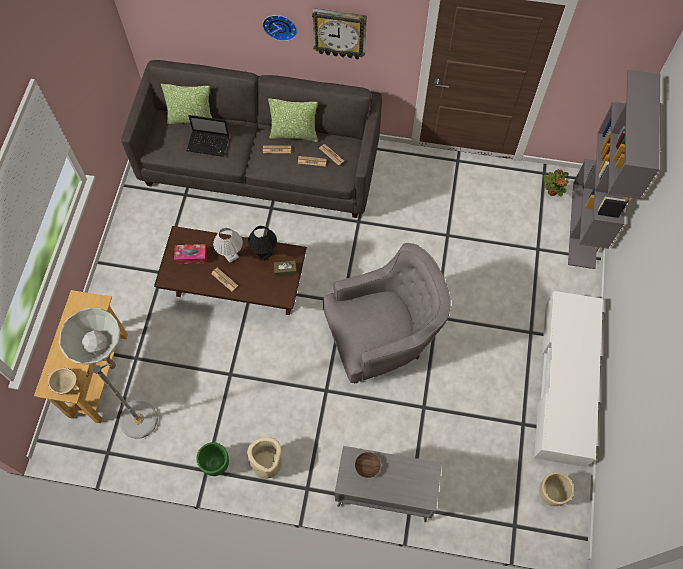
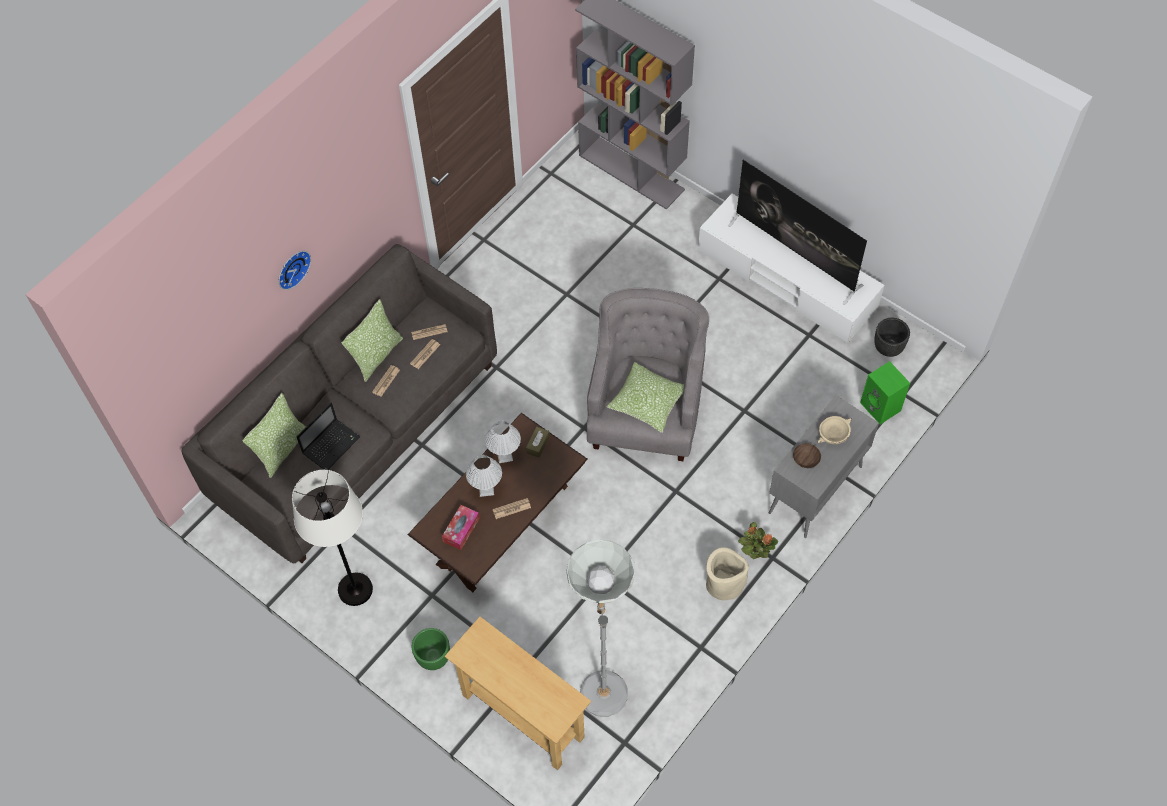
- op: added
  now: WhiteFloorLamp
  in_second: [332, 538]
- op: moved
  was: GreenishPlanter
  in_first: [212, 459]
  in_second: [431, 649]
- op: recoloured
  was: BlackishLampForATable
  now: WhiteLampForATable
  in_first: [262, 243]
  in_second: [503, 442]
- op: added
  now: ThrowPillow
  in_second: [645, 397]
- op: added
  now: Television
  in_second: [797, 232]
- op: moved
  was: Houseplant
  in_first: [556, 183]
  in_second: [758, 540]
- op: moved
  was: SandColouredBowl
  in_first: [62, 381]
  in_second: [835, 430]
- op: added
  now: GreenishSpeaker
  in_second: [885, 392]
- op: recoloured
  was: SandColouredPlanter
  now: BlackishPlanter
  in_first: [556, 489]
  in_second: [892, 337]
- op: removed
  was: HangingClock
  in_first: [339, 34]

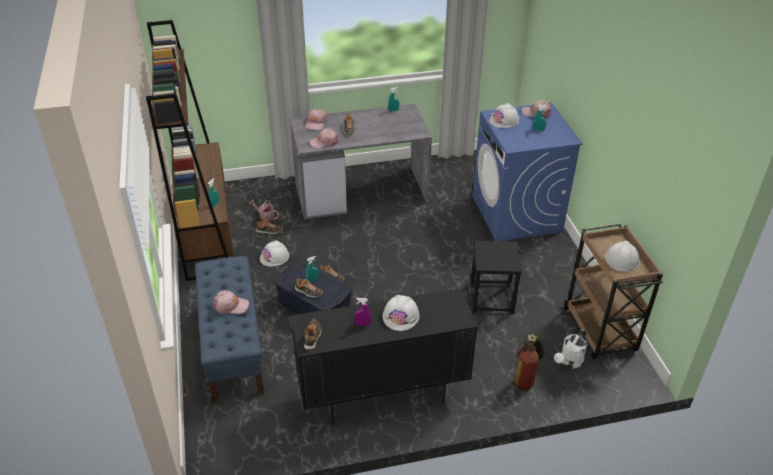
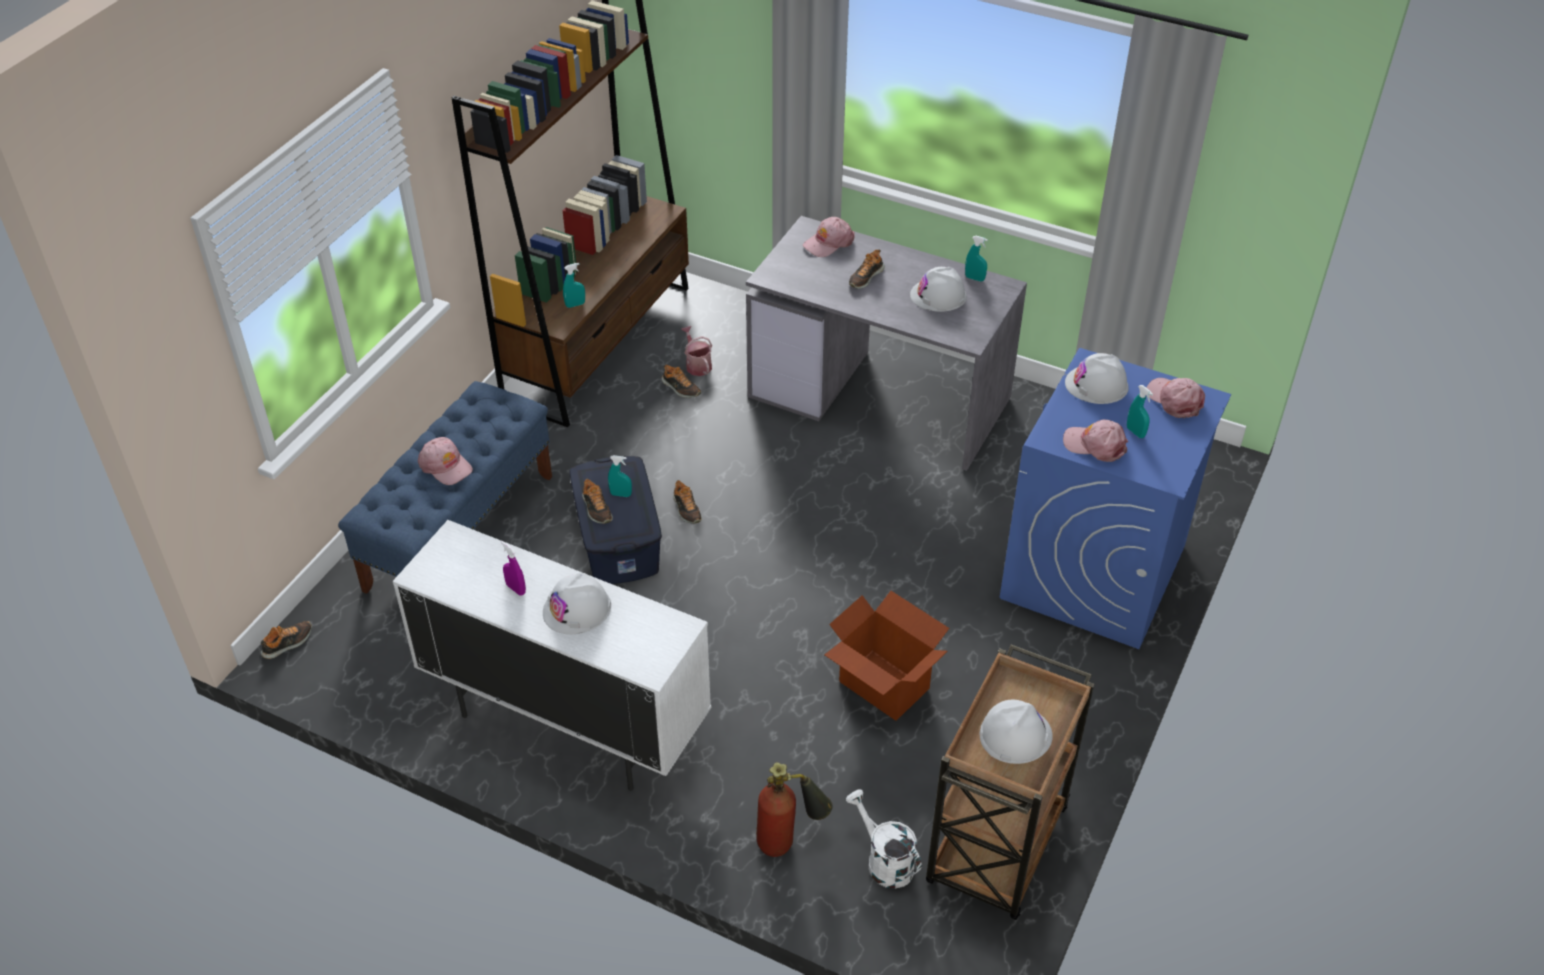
- op: moved
  was: Shoe
  in_first: [313, 334]
  in_second: [286, 640]
- op: recoloured
  was: BlackishCabinet
  now: WhiteCabinet
  in_first: [384, 356]
  in_second: [552, 655]
- op: replaced
  was: BlackishSittingStool
  now: PackingBox
  in_first: [496, 277]
  in_second: [886, 656]
- op: turned
  was: WhiteWateringCan
  in_first: [570, 348]
  in_second: [884, 839]
  clockwise: 60
- op: moved
  was: WhiteWorkHelmet
  in_first: [275, 253]
  in_second: [938, 289]
- op: moved
  was: PinkColouredPeakedCap
  in_first: [324, 138]
  in_second: [1095, 441]

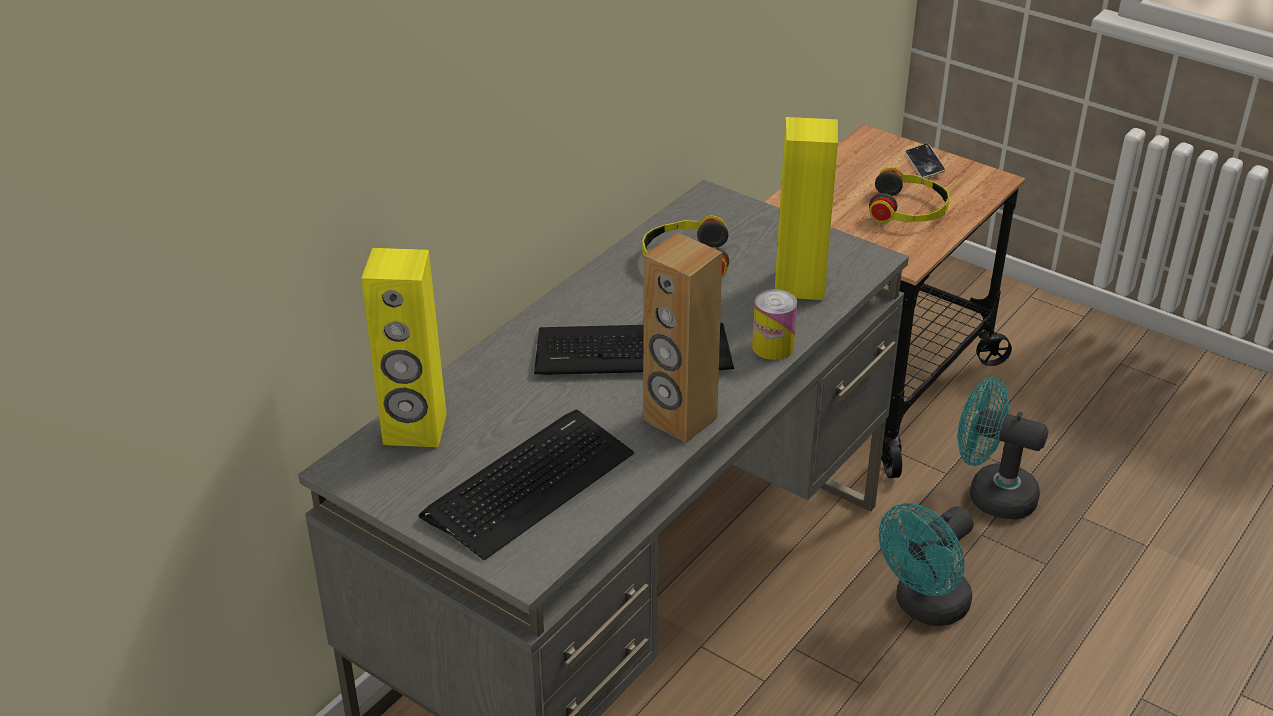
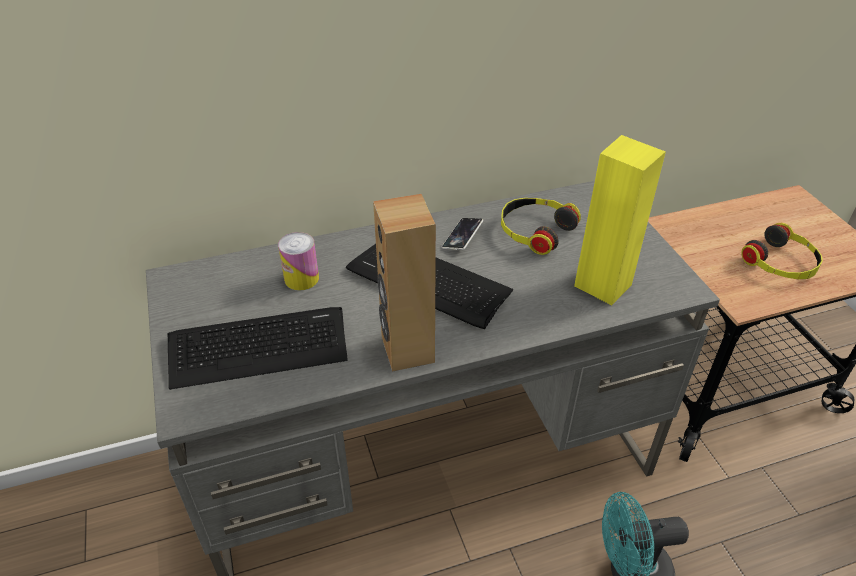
- op: moved
  was: MetalCan
  in_first: [774, 324]
  in_second: [298, 261]
- op: moved
  was: Phone
  in_first: [925, 161]
  in_second: [462, 234]
- op: removed
  was: YellowColouredSpeaker
  in_first: [404, 347]
- op: removed
  was: TurquoiseCoolingFan
  in_first: [1003, 448]

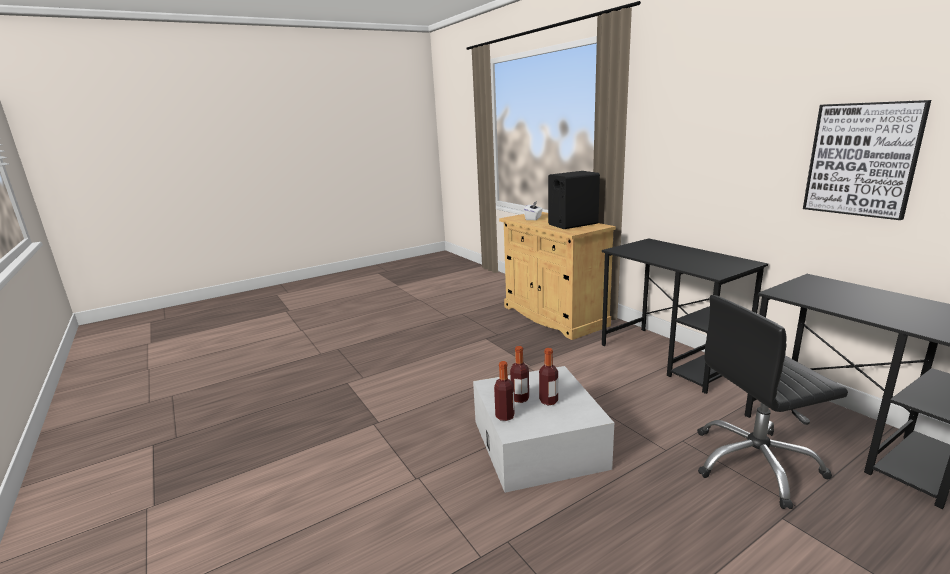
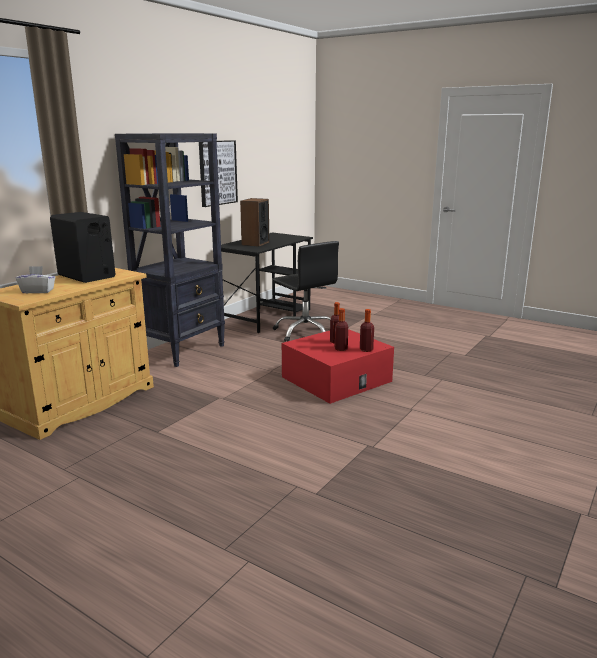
- op: replaced
  was: BlackishDesk
  now: BlackishBookshelf
  in_first: [685, 316]
  in_second: [170, 250]
- op: added
  now: Speaker
  in_second: [254, 222]
- op: recoloured
  was: WhiteStorageBox
  now: RedStorageBox
  in_first: [543, 429]
  in_second: [338, 366]

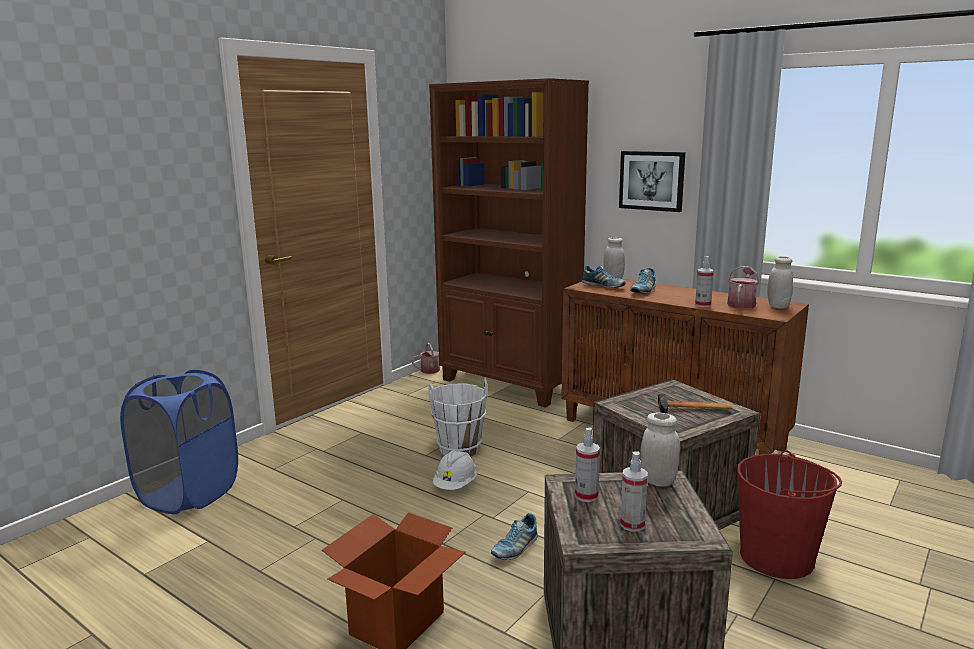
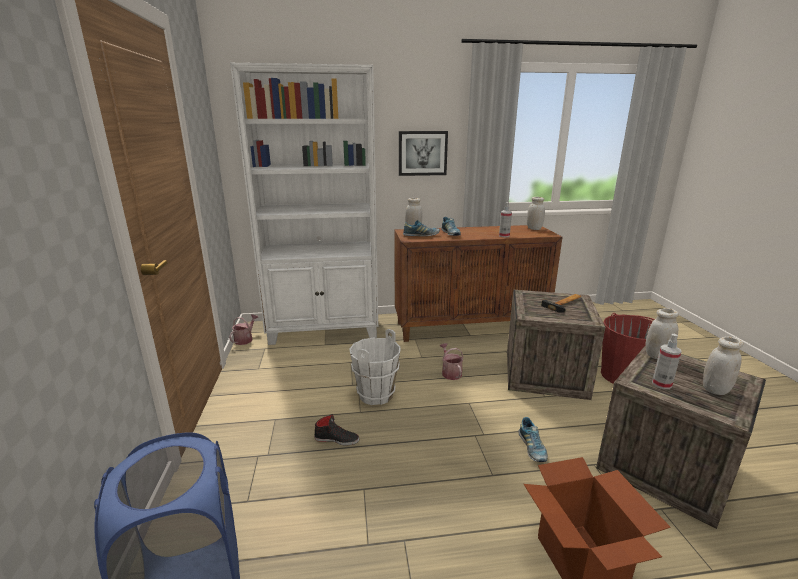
- op: recoloured
  was: BrownBookshelf
  now: WhiteBookshelf
  in_first: [509, 242]
  in_second: [304, 204]
- op: added
  now: BlackishShoe
  in_second: [336, 430]
- op: moved
  was: WateringCan
  in_first: [743, 287]
  in_second: [452, 361]
- op: replaced
  was: Sprayer
  now: WhitePreserveJar
  in_first: [634, 491]
  in_second: [723, 365]
- op: removed
  was: WhiteWorkHelmet
  in_first: [455, 470]

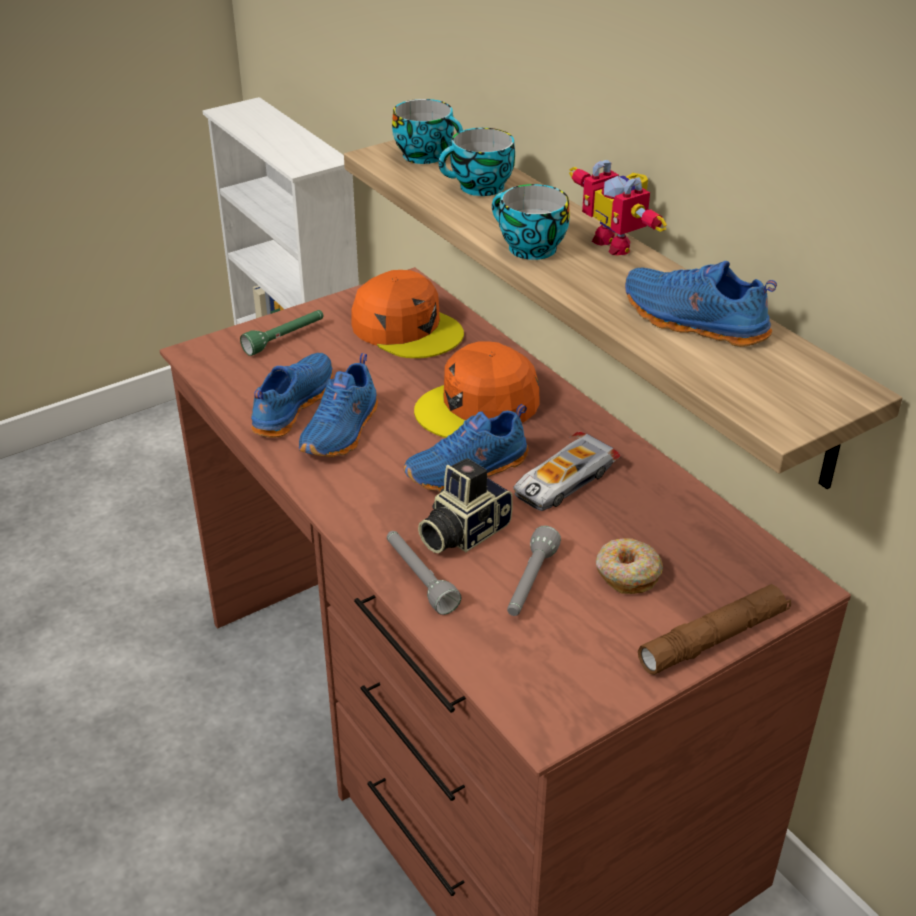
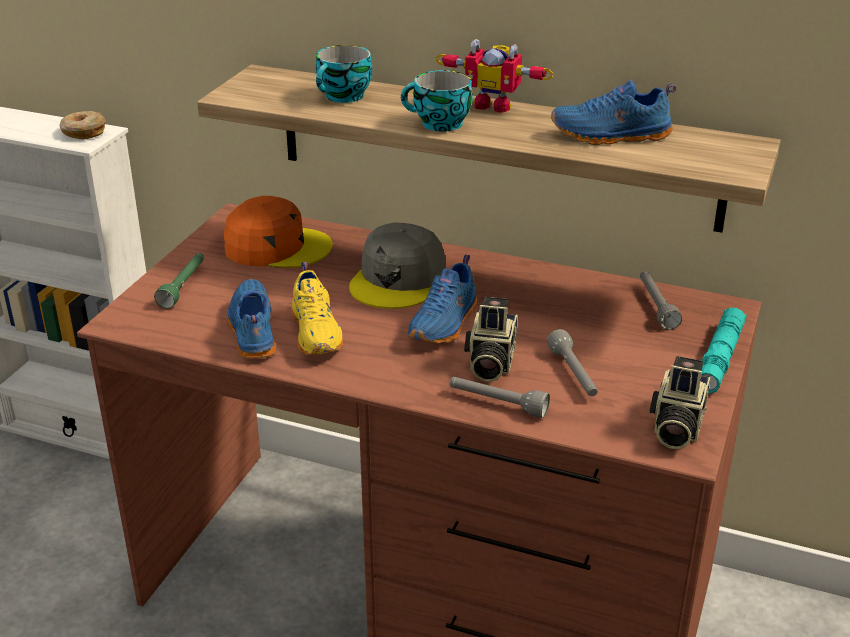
- op: moved
  was: Donut
  in_first: [629, 566]
  in_second: [83, 125]
- op: recoloured
  was: BlueColouredShoe
  now: YellowColouredShoe
  in_first: [338, 405]
  in_second: [317, 309]
- op: recoloured
  was: OrangePeakedCap
  now: GreyPeakedCap
  in_first: [477, 389]
  in_second: [397, 266]
- op: added
  now: GreyHandTorch
  in_second: [661, 300]
- op: added
  now: StillCamera
  in_second: [680, 402]
- op: recoloured
  was: BrownHandTorch
  now: TurquoiseHandTorch
  in_first: [714, 629]
  in_second: [724, 351]
- op: removed
  was: SmallCup
  in_first: [427, 131]
- op: removed
  was: ToyCar
  in_first: [567, 471]

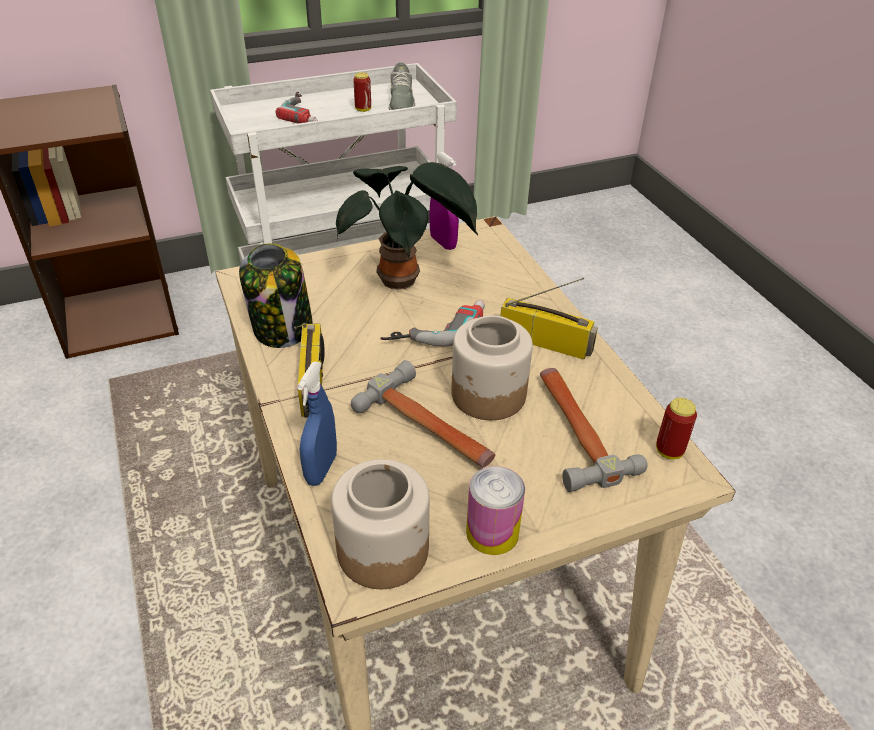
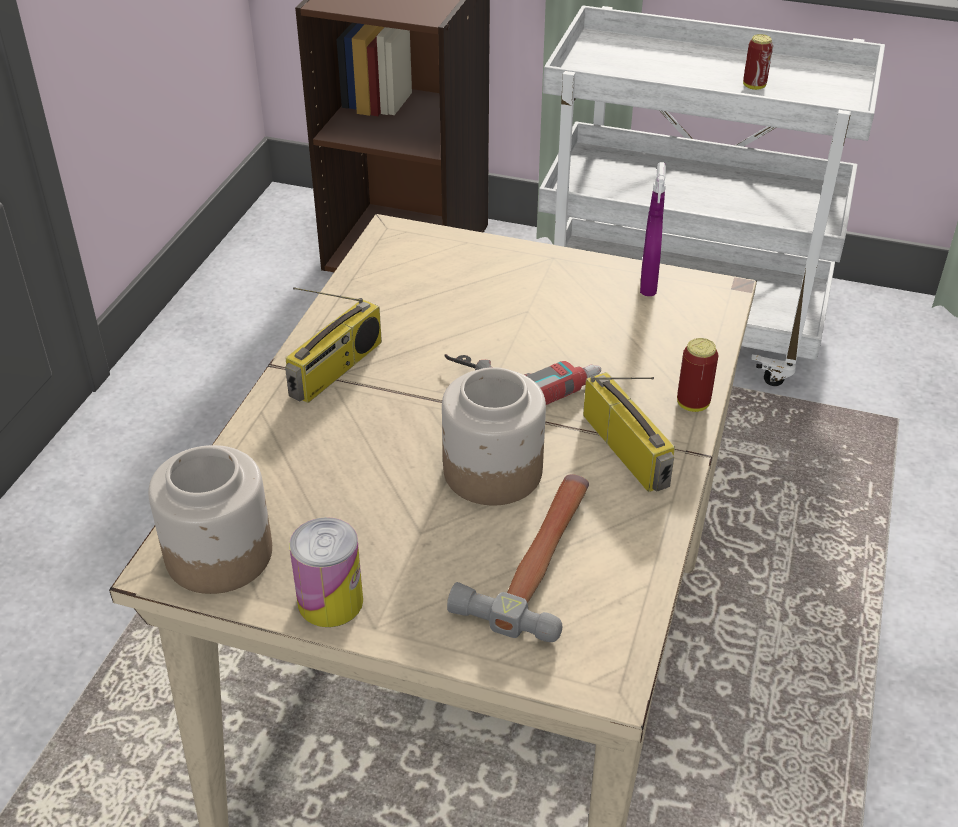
- op: moved
  was: MetalCan
  in_first: [676, 428]
  in_second: [697, 375]
- op: removed
  was: PreserveJar
  in_first: [275, 295]
- op: removed
  was: ElectricDrill
  in_first: [297, 108]
- op: removed
  was: BlueColouredSprayer
  in_first: [317, 424]
- op: removed
  was: Houseplant
  in_first: [407, 226]
- op: removed
  was: HandHammer
  in_first: [423, 413]
- op: removed
  was: GreyShoe
  in_first: [402, 86]

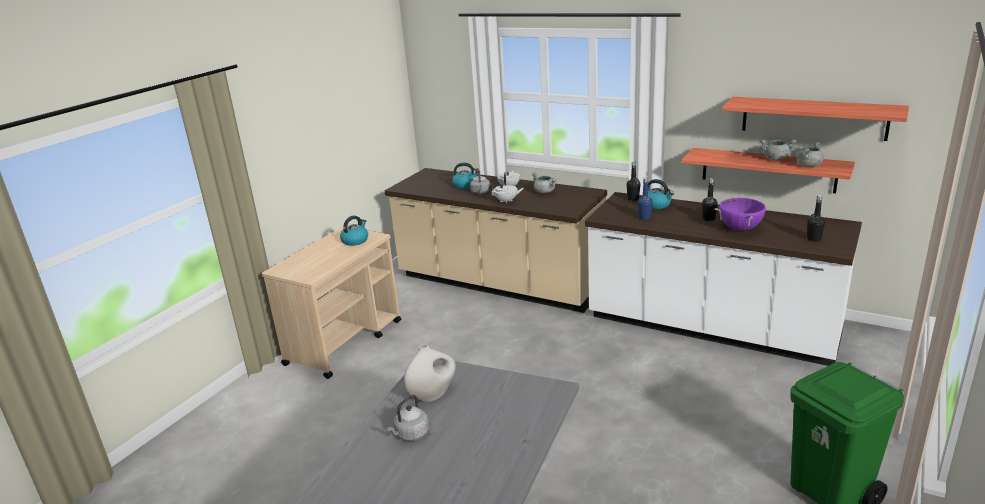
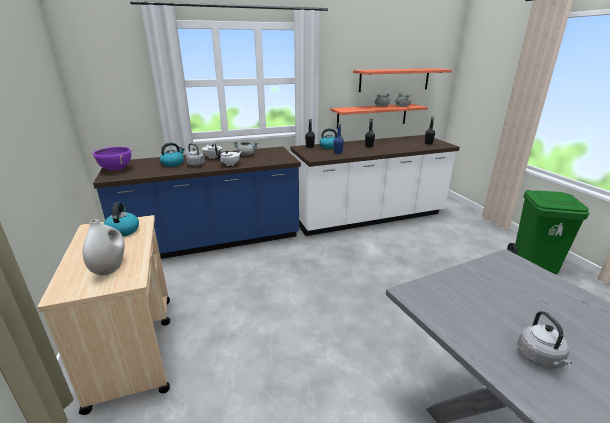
- op: moved
  was: WhiteFlowerVase
  in_first: [430, 373]
  in_second: [104, 247]
- op: moved
  was: PurplishStockpot
  in_first: [742, 214]
  in_second: [111, 159]
- op: recoloured
  was: SandColouredCounter
  now: BlueColouredCounter
  in_first: [496, 240]
  in_second: [197, 203]

